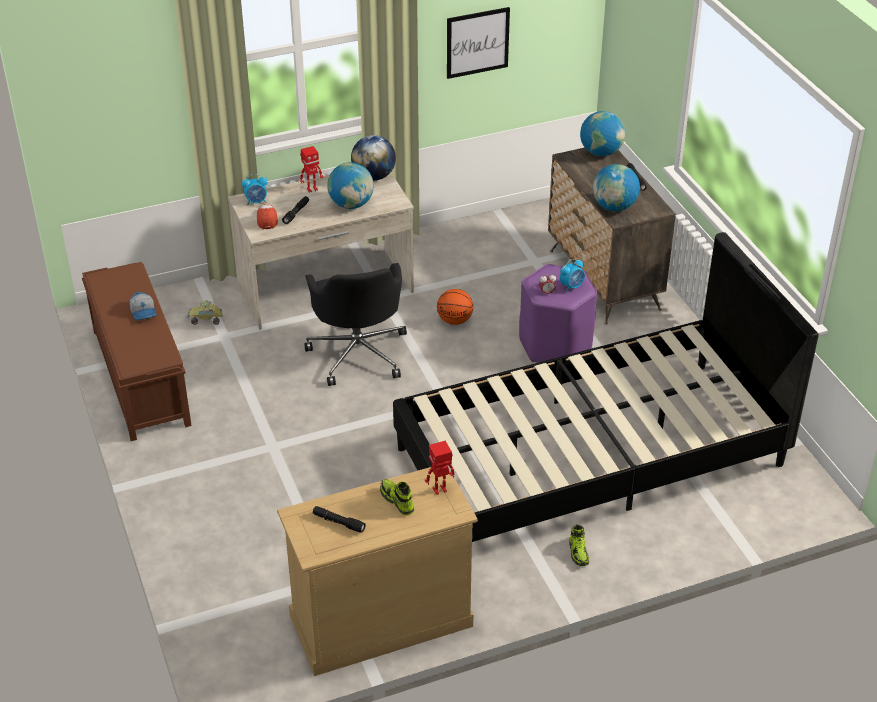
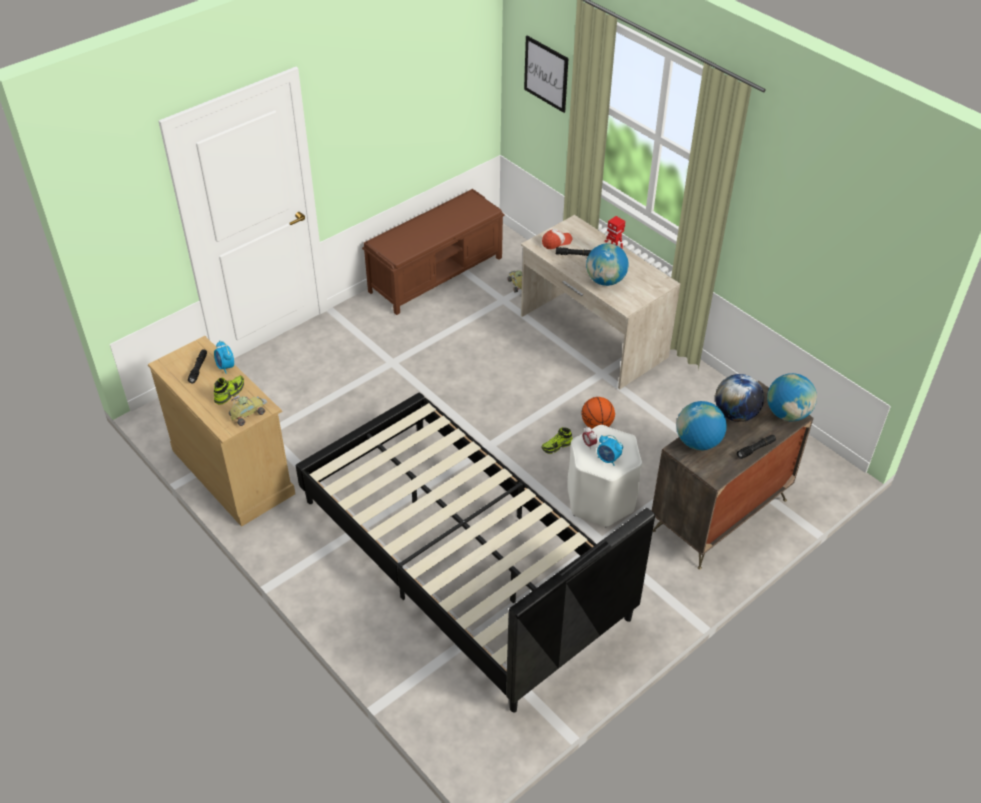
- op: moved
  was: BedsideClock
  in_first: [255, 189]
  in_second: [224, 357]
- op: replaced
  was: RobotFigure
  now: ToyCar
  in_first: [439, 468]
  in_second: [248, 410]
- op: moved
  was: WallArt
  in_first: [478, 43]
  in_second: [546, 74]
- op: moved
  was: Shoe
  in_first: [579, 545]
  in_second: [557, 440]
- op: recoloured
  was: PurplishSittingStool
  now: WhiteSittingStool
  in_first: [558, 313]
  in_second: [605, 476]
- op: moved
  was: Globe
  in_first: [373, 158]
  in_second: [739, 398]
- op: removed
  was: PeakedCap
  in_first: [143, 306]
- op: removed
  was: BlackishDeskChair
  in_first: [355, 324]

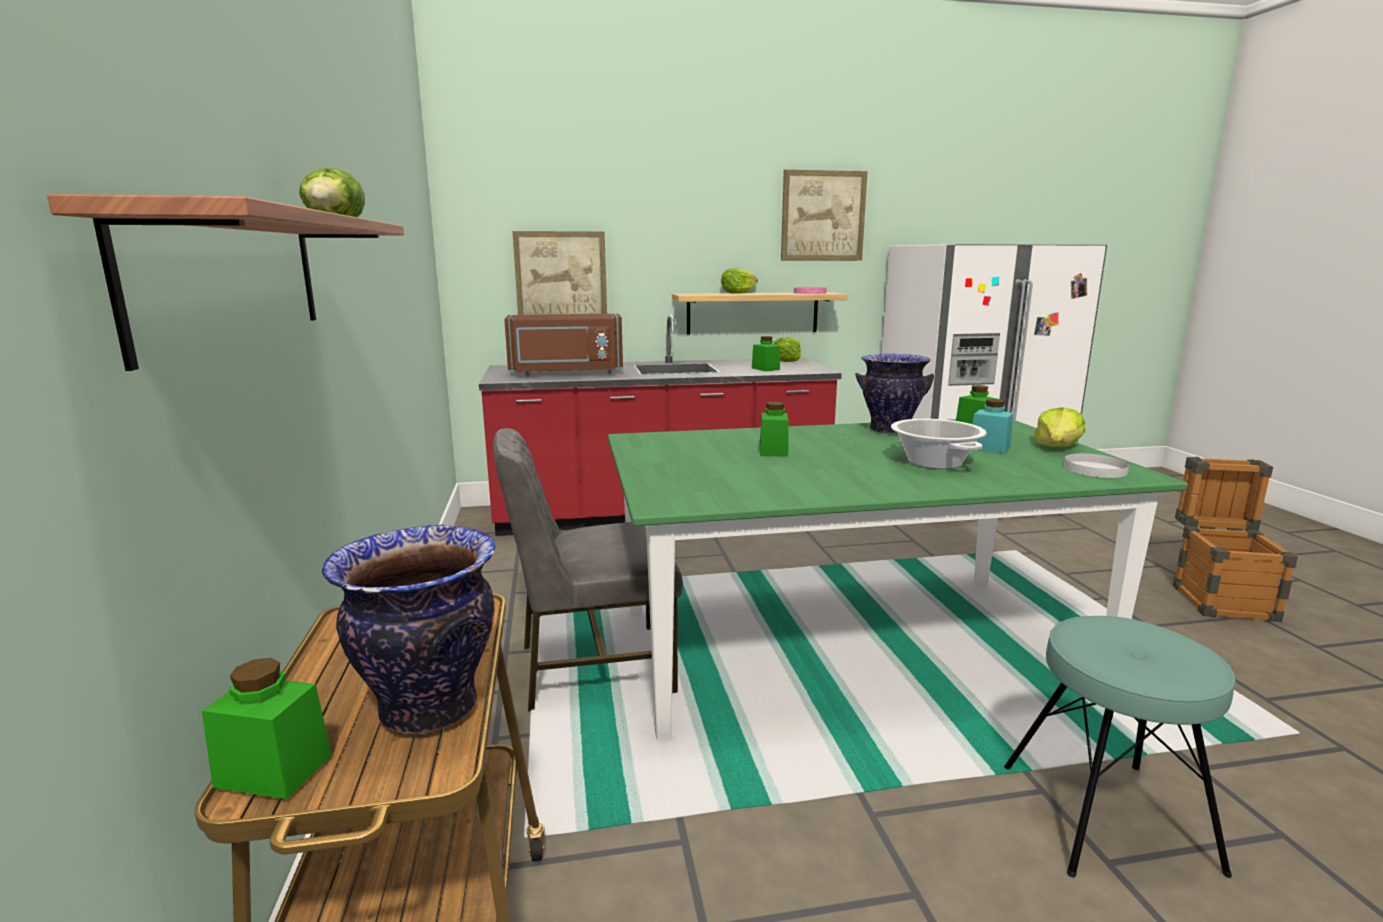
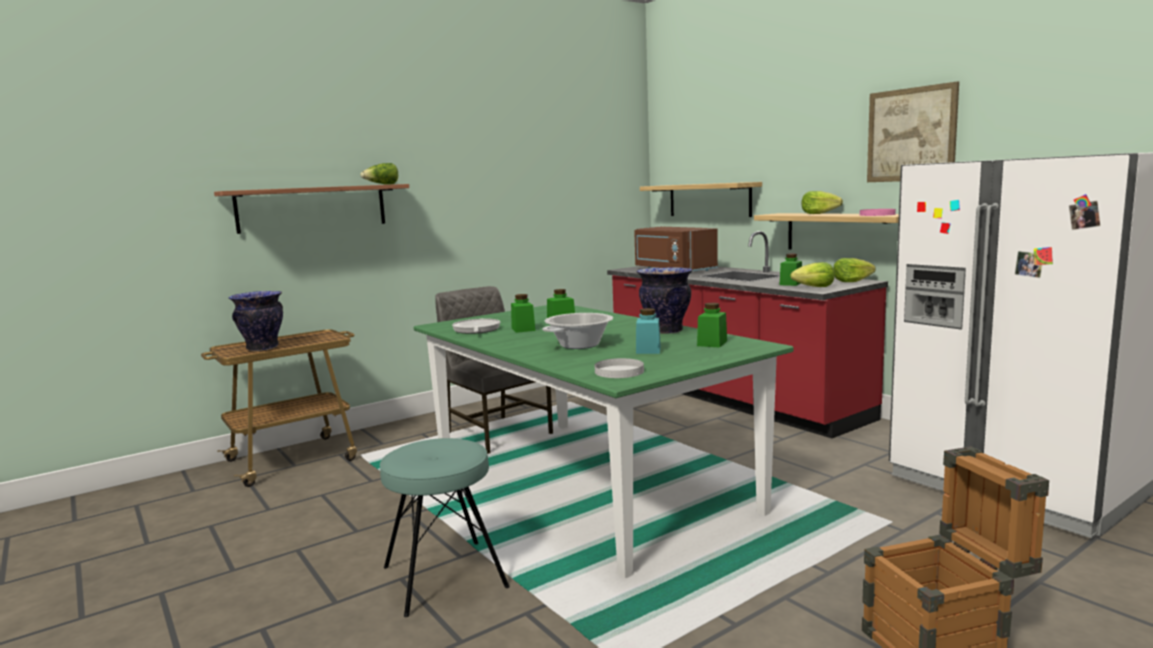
- op: added
  now: Pan
  in_second: [476, 326]
- op: moved
  was: GreenishPreserveJar
  in_first: [267, 728]
  in_second: [523, 313]
- op: replaced
  was: WallArt
  now: Shelf
  in_first: [560, 273]
  in_second: [701, 199]
- op: moved
  was: HeadOfLettuce
  in_first: [1059, 426]
  in_second: [812, 274]

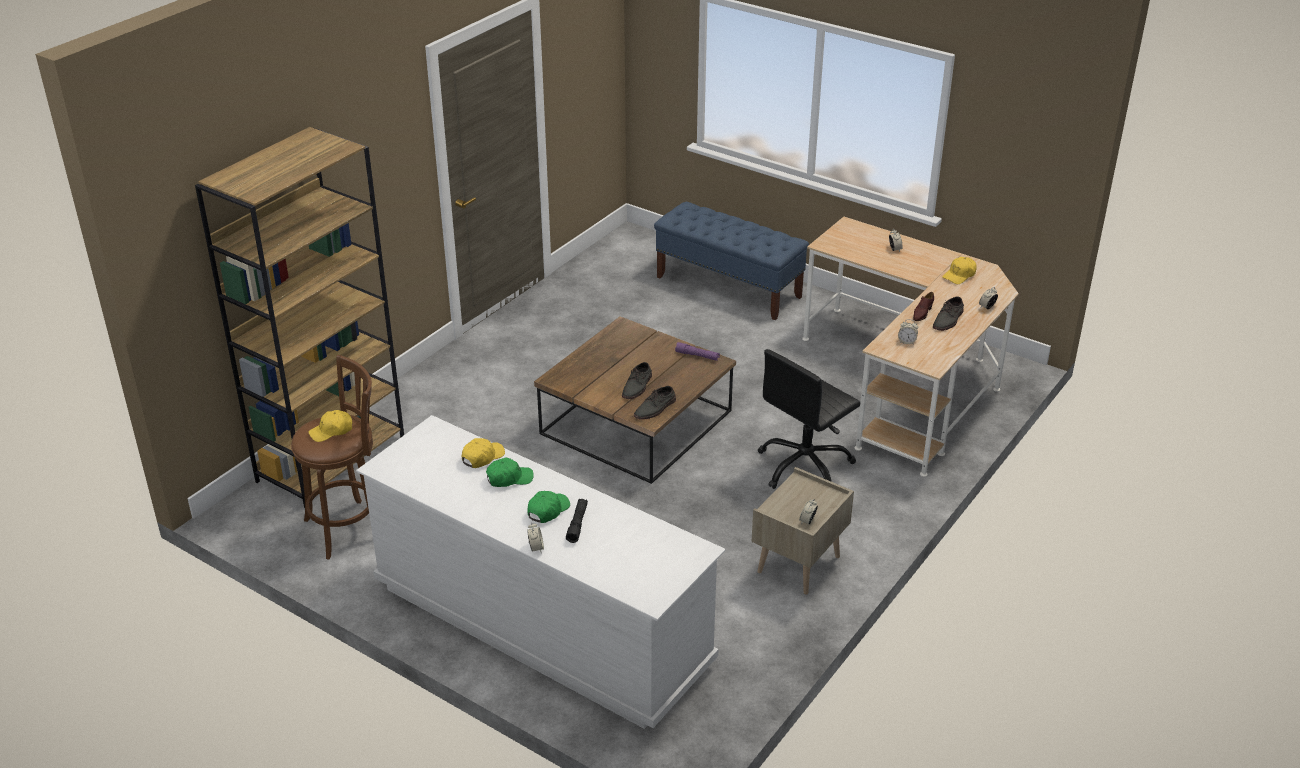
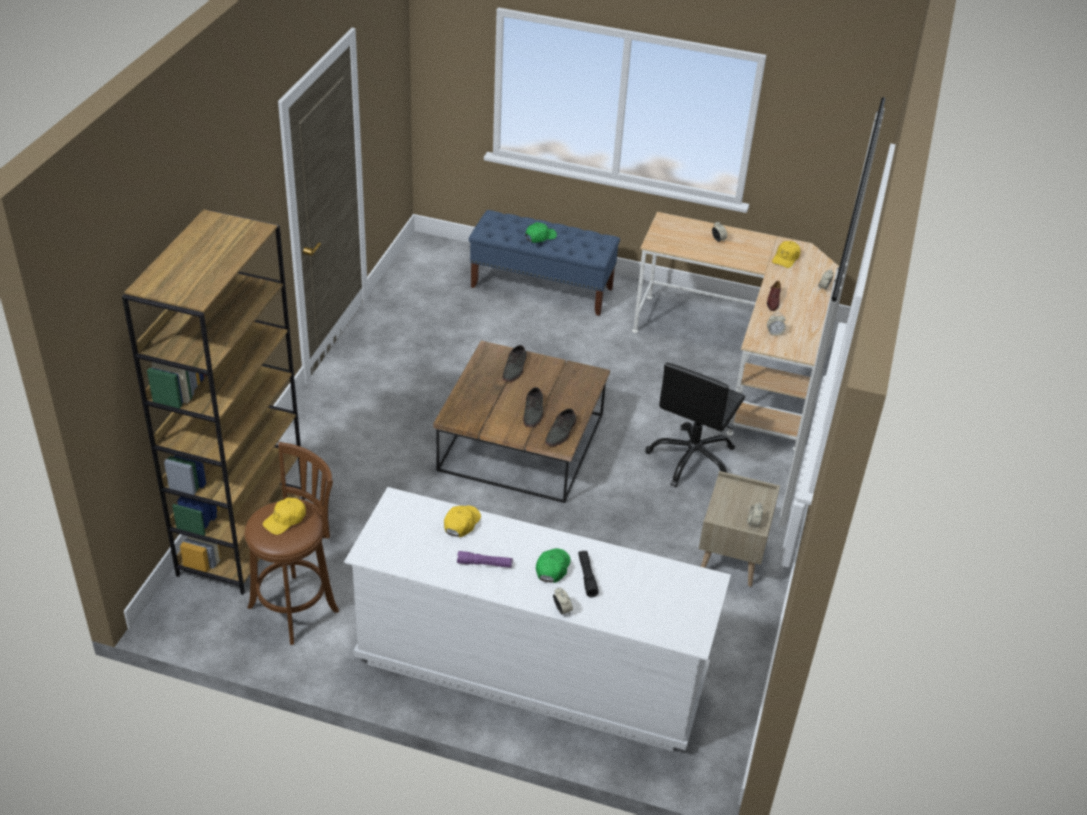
- op: moved
  was: PurplishHandTorch
  in_first: [697, 351]
  in_second: [485, 559]
- op: moved
  was: GreyShoe
  in_first: [948, 313]
  in_second: [514, 363]
- op: moved
  was: GreenishPeakedCap
  in_first: [510, 472]
  in_second: [541, 232]

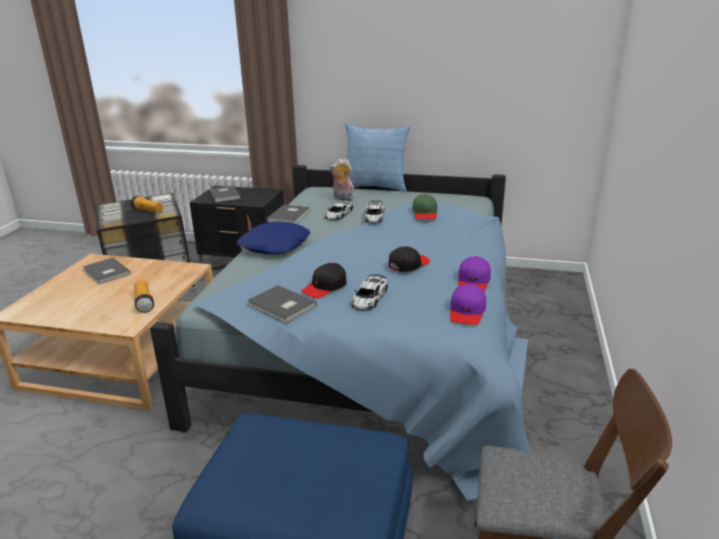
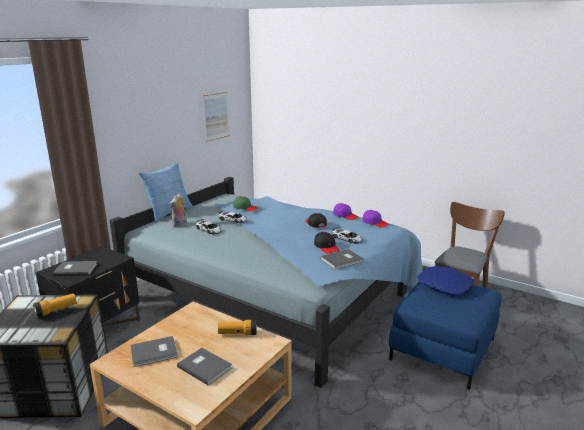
- op: moved
  was: GreyBook
  in_first: [288, 214]
  in_second: [204, 367]
- op: added
  now: WallArt
  in_second: [216, 117]
- op: moved
  was: BlueColouredThrowPillow
  in_first: [273, 237]
  in_second: [446, 280]

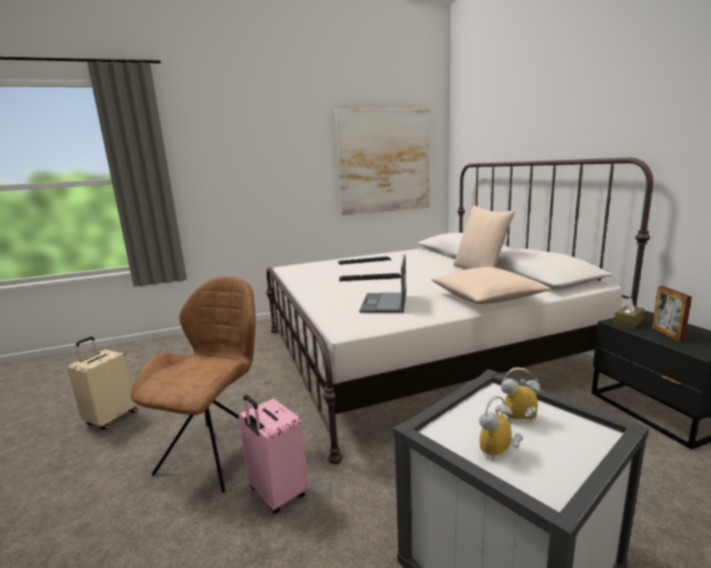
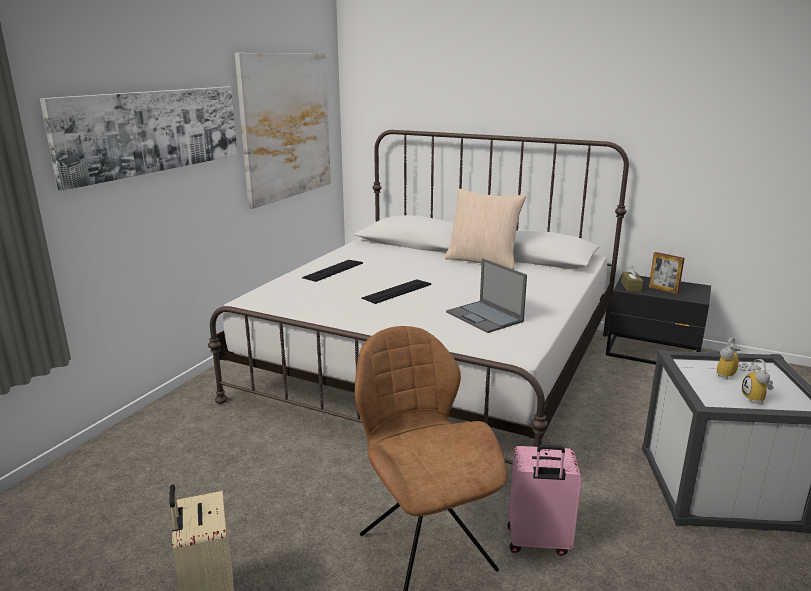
- op: added
  now: WallArt
  in_second: [139, 139]
- op: removed
  was: SandColouredThrowPillow
  in_first: [491, 285]

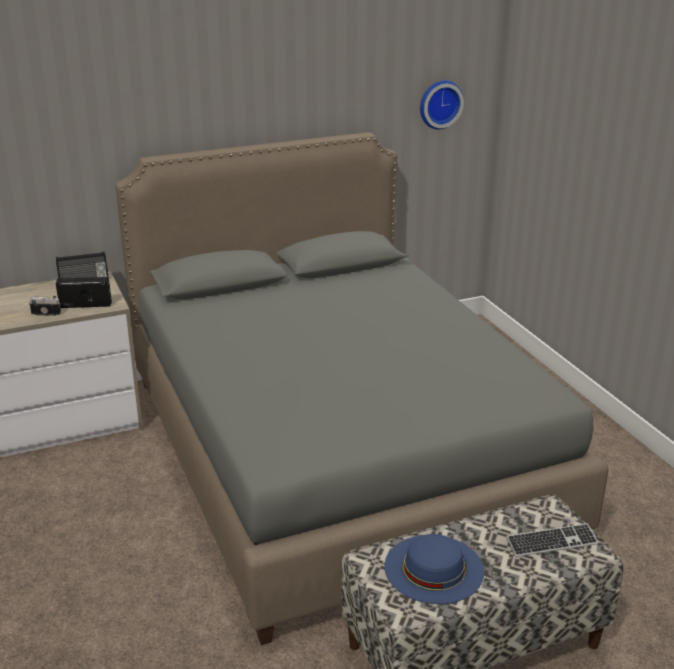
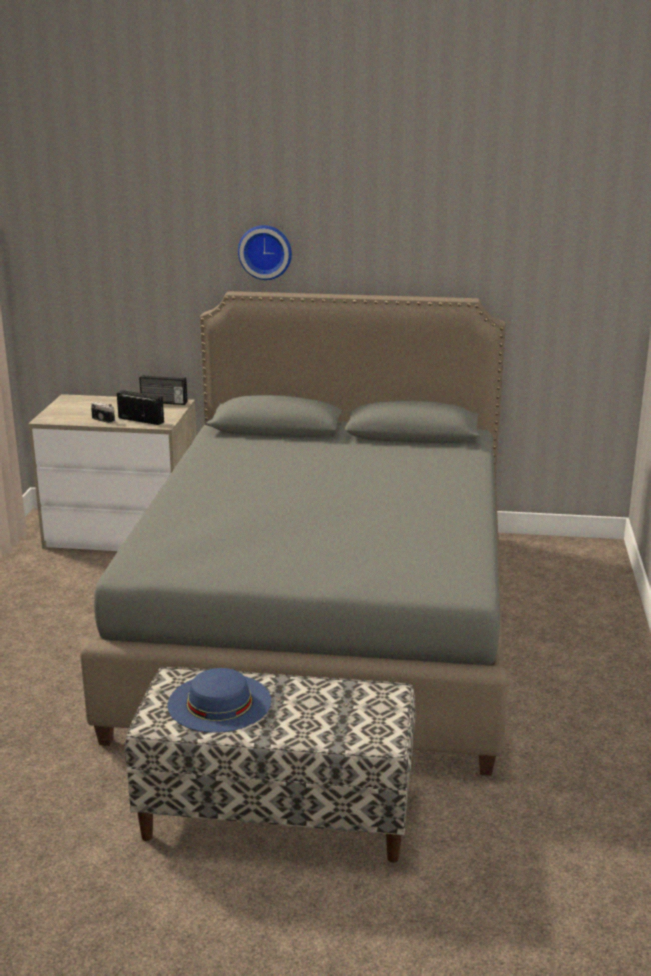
- op: moved
  was: HangingClock
  in_first: [442, 104]
  in_second: [265, 252]
- op: removed
  was: Keyboard
  in_first: [552, 540]

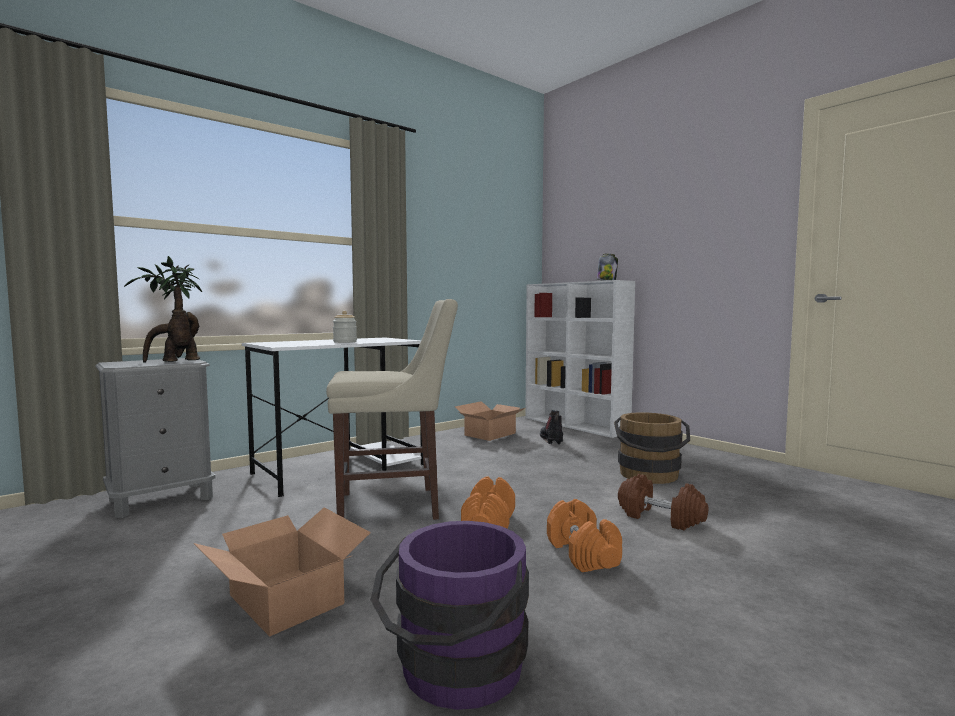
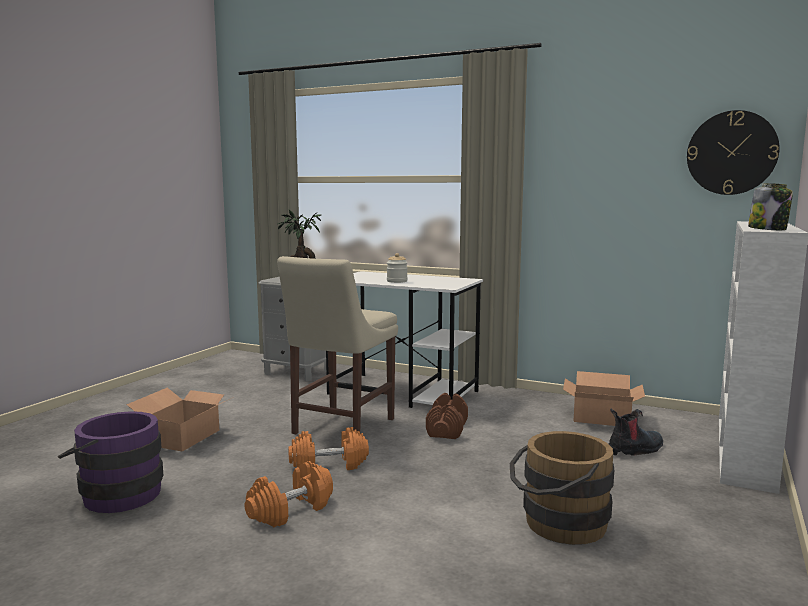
- op: turned
  was: SandColouredPlainChair
  in_first: [392, 409]
  in_second: [337, 345]
  clockwise: 60
- op: moved
  was: BrownDumbbell
  in_first: [663, 502]
  in_second: [447, 416]
- op: added
  now: HangingClock
  in_second: [733, 152]

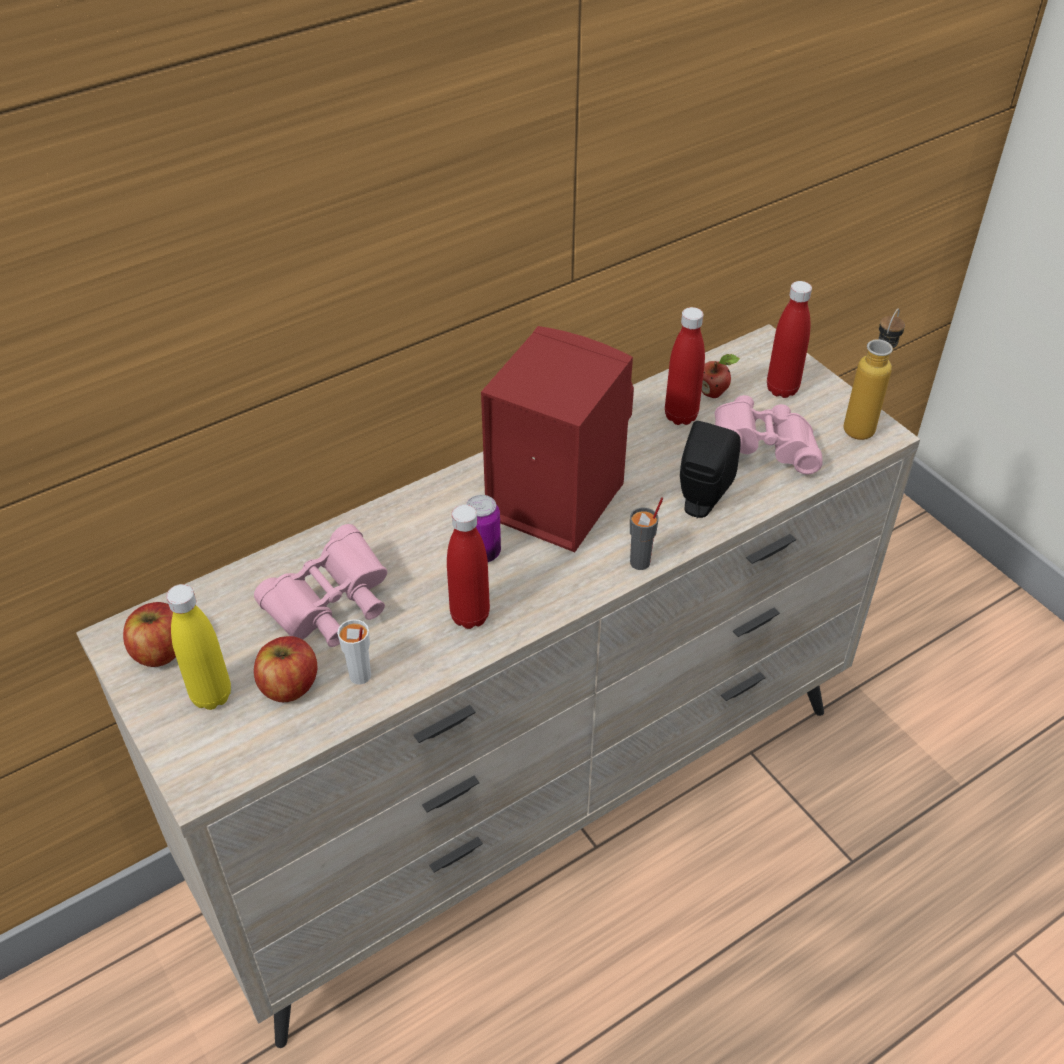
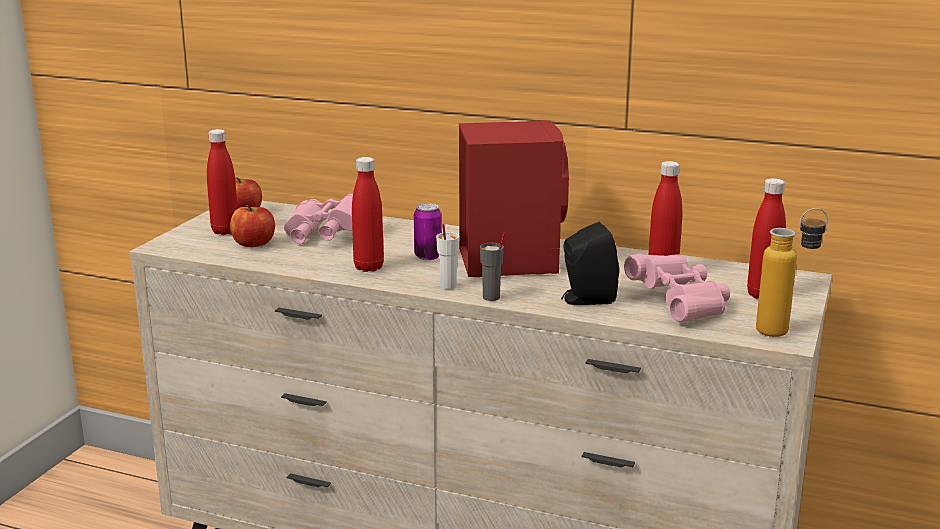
- op: recoloured
  was: YellowColouredBeverageBottle
  now: RedBeverageBottle
  in_first: [198, 647]
  in_second: [222, 182]
- op: moved
  was: WhiteSmallCup
  in_first: [354, 652]
  in_second: [448, 256]
- op: removed
  was: Apple
  in_first: [721, 376]

